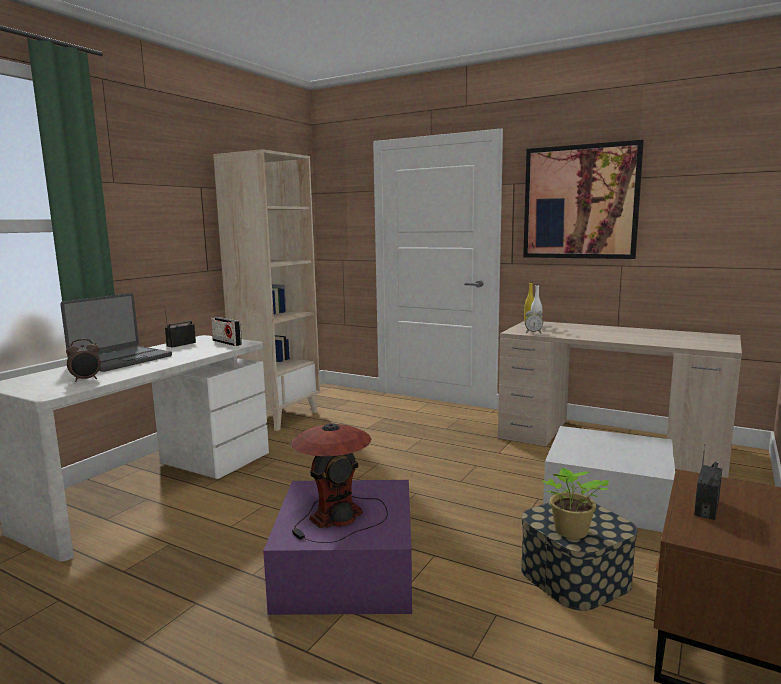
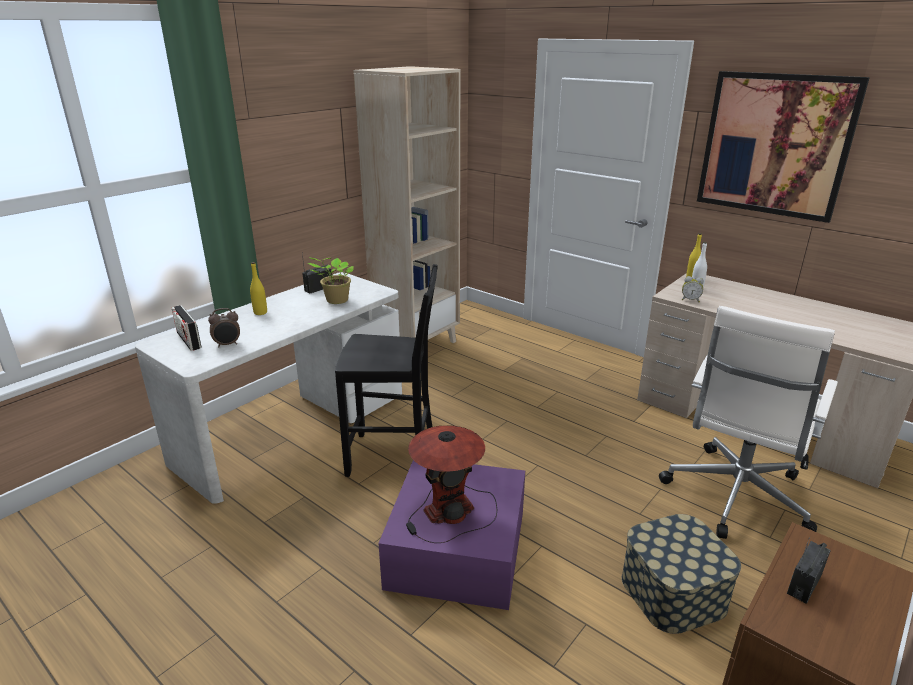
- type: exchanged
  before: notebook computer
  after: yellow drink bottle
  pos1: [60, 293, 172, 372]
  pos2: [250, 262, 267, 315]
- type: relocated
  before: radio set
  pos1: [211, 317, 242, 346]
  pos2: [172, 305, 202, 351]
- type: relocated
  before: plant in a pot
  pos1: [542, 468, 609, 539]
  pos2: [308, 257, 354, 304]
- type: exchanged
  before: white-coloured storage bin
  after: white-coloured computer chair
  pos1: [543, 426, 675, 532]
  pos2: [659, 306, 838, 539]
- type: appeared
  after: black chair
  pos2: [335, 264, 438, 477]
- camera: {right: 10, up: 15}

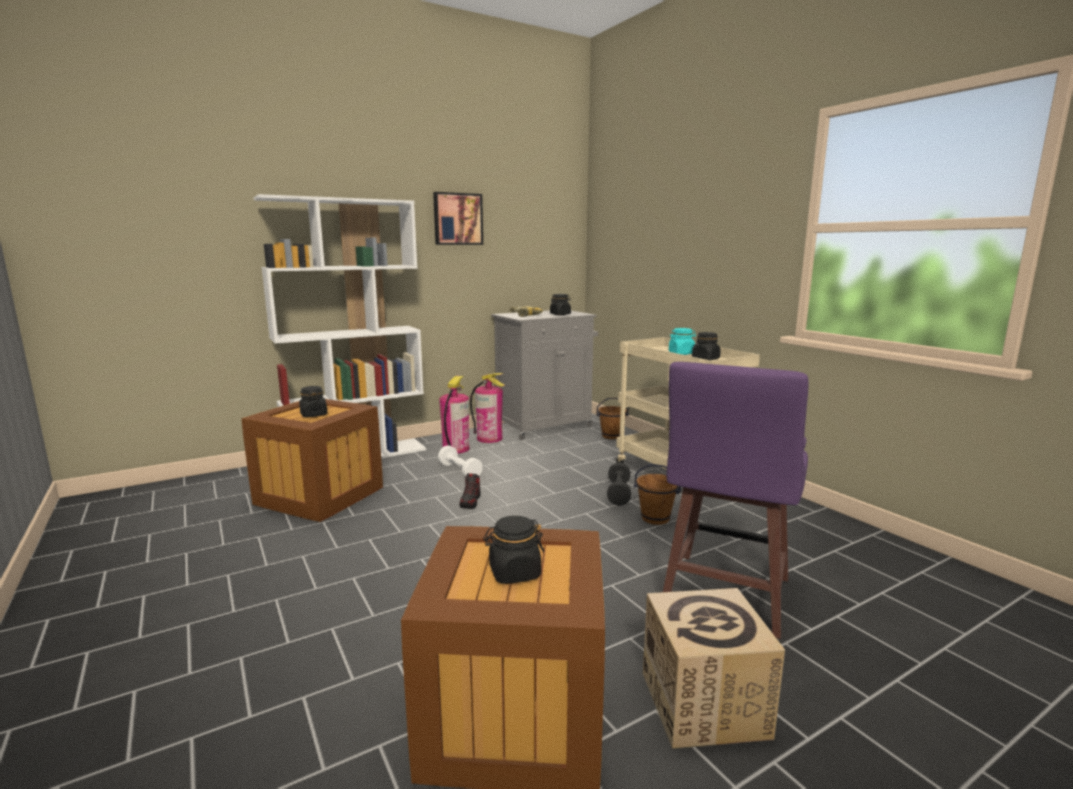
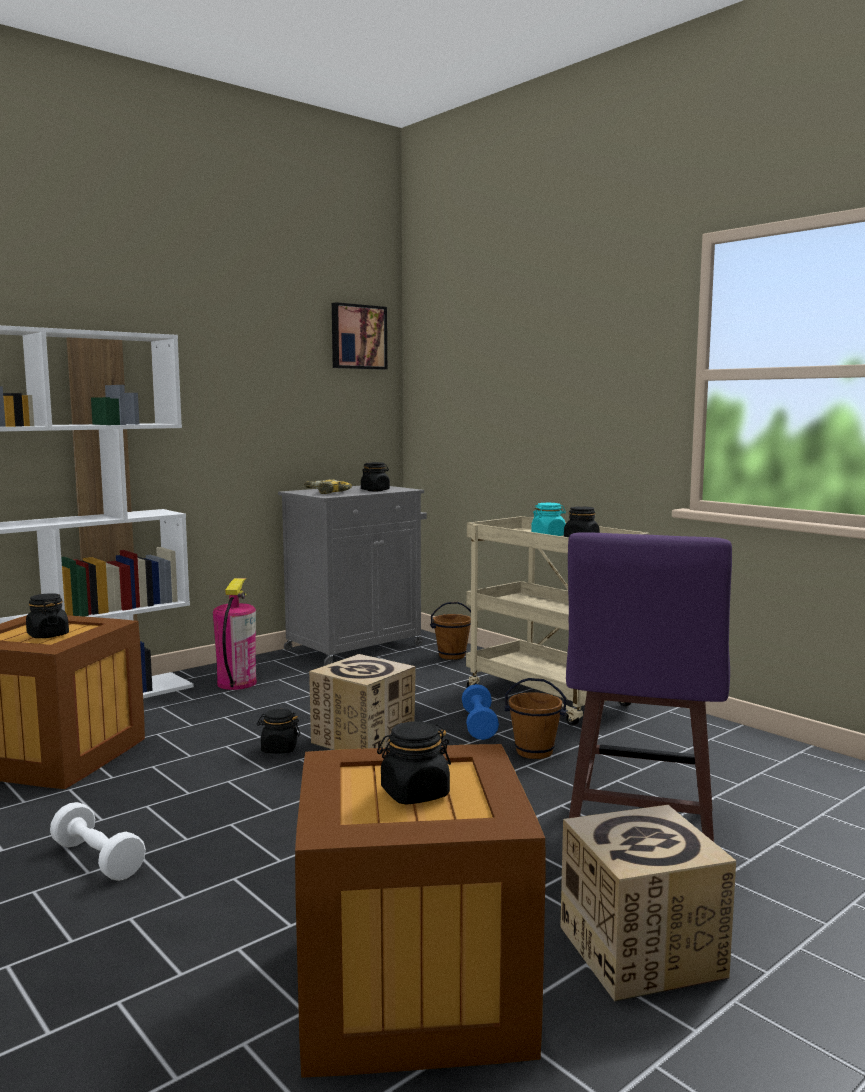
- type: relocated
  before: picture
  pos1: [433, 192, 483, 245]
  pos2: [332, 302, 387, 370]
- type: relocated
  before: white-coloured dumbbell
  pos1: [438, 446, 483, 477]
  pos2: [50, 802, 146, 881]
- type: exchanged
  before: shoe
  after: black preserve jar
  pos1: [459, 473, 481, 509]
  pos2: [257, 709, 300, 754]
- type: missing
  before: fire-fighting cylinder
  pos1: [470, 373, 505, 443]
- type: colour
  before: black dumbbell
  after: blue dumbbell
  pos1: [607, 462, 631, 506]
  pos2: [462, 684, 499, 740]
- type: appeared
  after: cardboard box
  pos2: [309, 654, 416, 750]
- camera: {right: -10, up: -5}

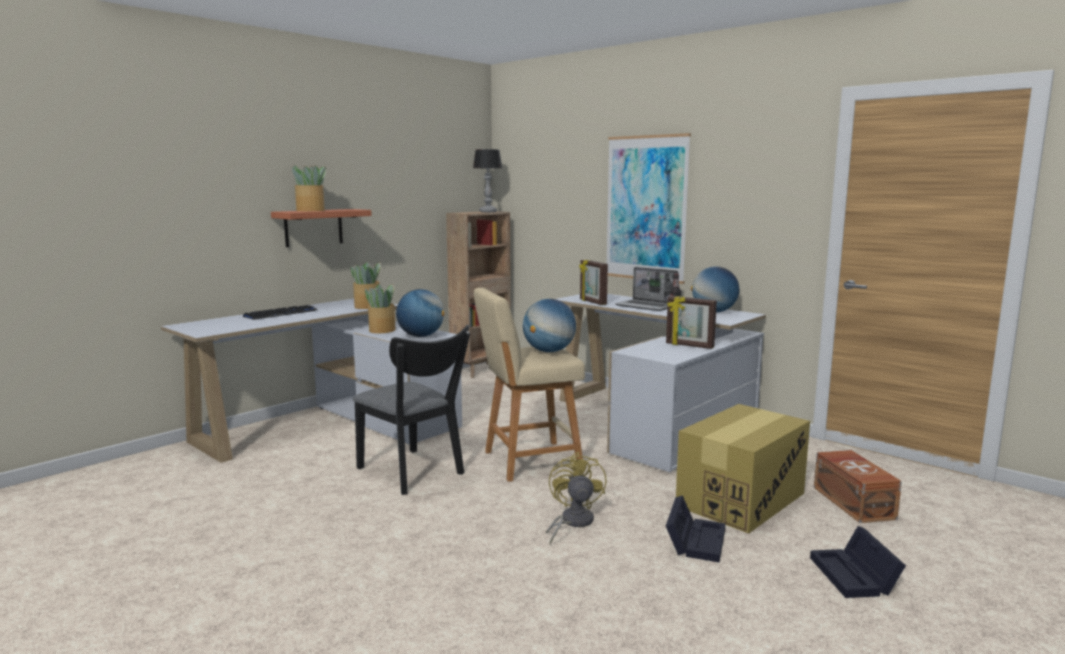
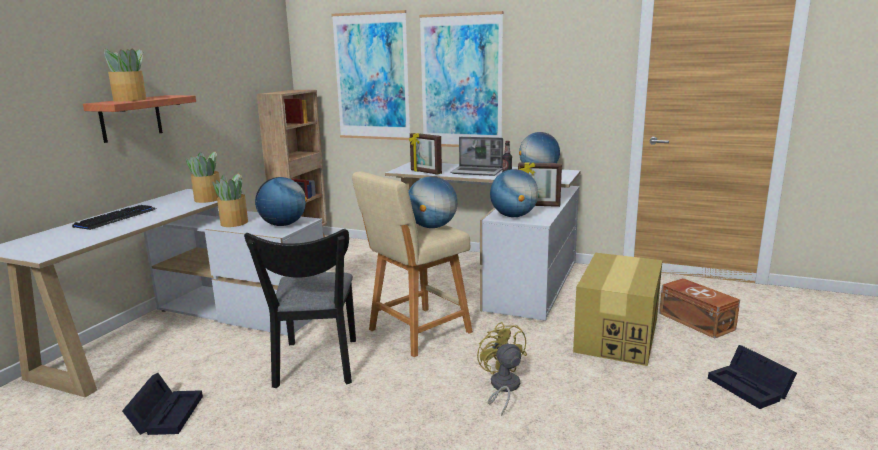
- type: spun
  before: black chair
  pos1: [353, 325, 470, 495]
  pos2: [244, 229, 356, 388]
  turn: 60
- type: missing
  before: lamp for a table
  pos1: [473, 149, 502, 212]
- type: relocated
  before: black storage bin
  pos1: [666, 495, 725, 562]
  pos2: [122, 373, 203, 435]
- type: appeared
  after: picture
  pos2: [331, 10, 410, 140]
- type: appeared
  after: globe
  pos2: [490, 169, 538, 217]
- camera: {right: -20, up: 5}

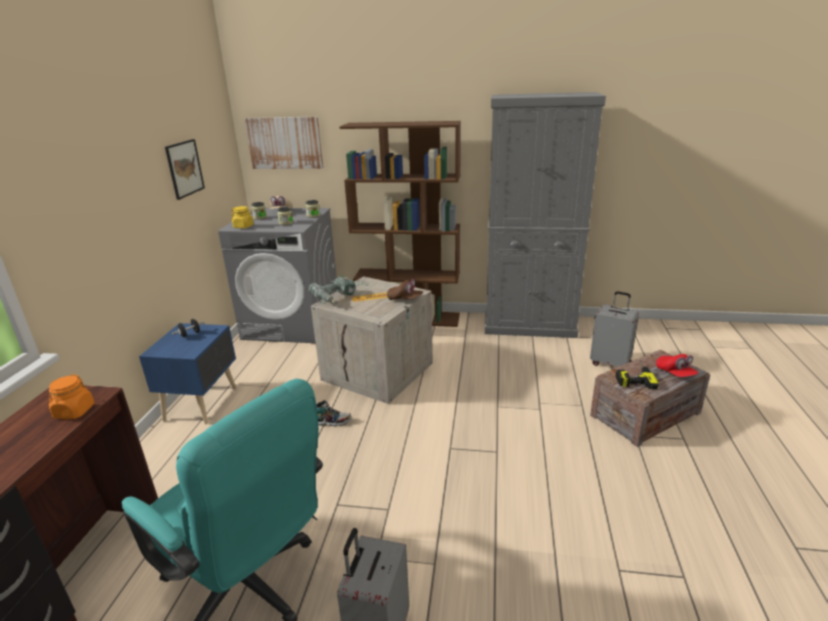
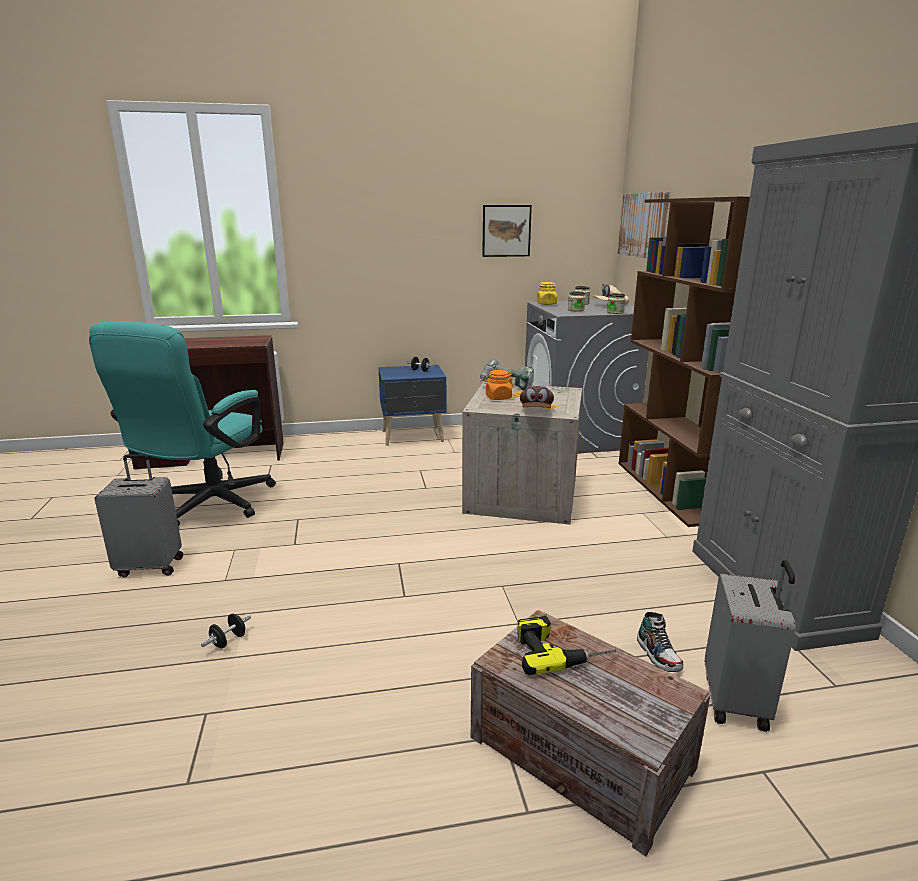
- type: relocated
  before: orangey preserve jar
  pos1: [49, 375, 95, 419]
  pos2: [484, 370, 513, 400]
- type: relocated
  before: shoe
  pos1: [316, 400, 351, 427]
  pos2: [637, 612, 683, 672]
- type: missing
  before: reddish cap
  pos1: [656, 354, 698, 377]
- type: appeared
  after: black dumbbell
  pos2: [201, 614, 251, 648]
- camera: {right: 70, up: -5}

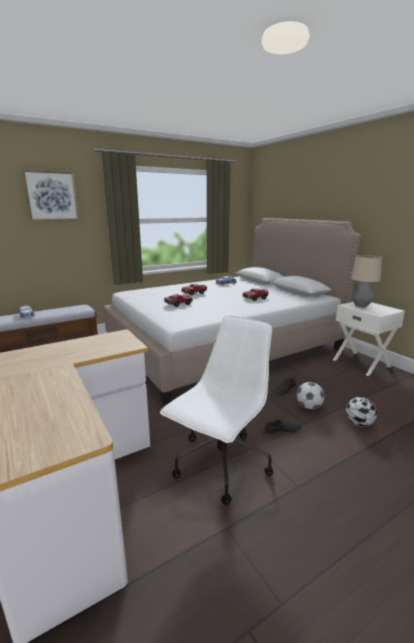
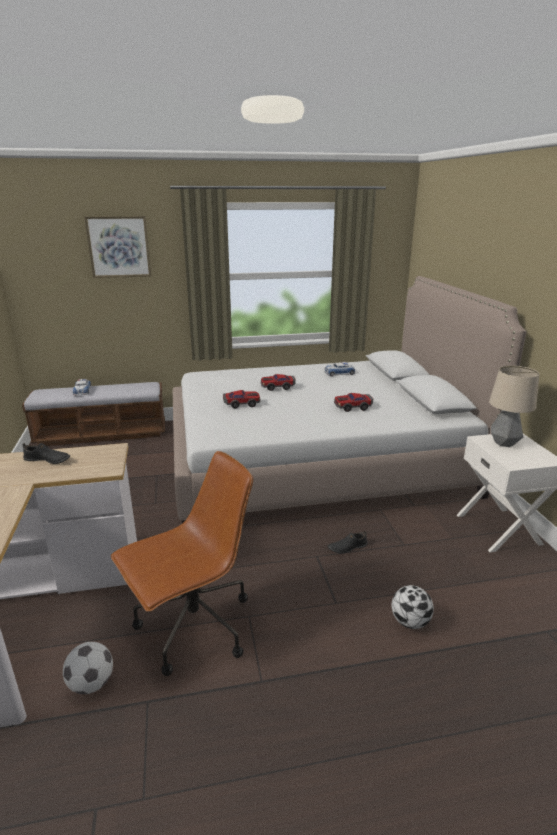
- type: colour
  before: white-coloured computer chair
  after: brown computer chair
  pos1: [160, 316, 274, 505]
  pos2: [111, 451, 253, 676]
- type: relocated
  before: black shoe
  pos1: [264, 419, 302, 435]
  pos2: [22, 443, 70, 464]
- type: relocated
  before: football ball
  pos1: [297, 382, 324, 409]
  pos2: [63, 642, 113, 694]
- camera: {right: 20, up: 5}

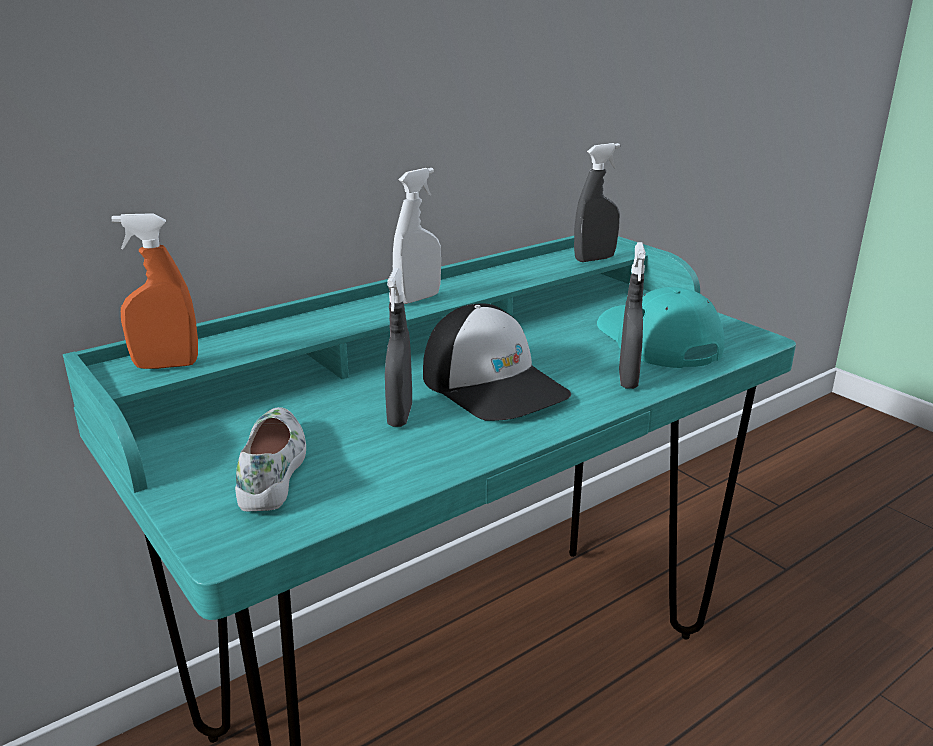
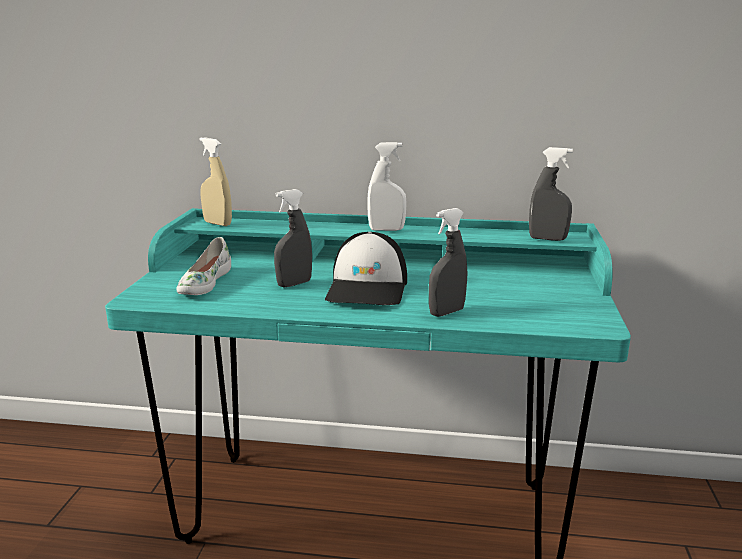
- type: colour
  before: orangey hand sprayer
  after: beige hand sprayer
  pos1: [112, 213, 198, 369]
  pos2: [199, 137, 232, 226]
- type: spun
  before: white-coloured shoe
  pos1: [235, 407, 306, 511]
  pos2: [176, 237, 231, 295]
  turn: 150
- type: missing
  before: turquoise-coloured cap
  pos1: [597, 287, 725, 368]
- camera: {right: 45, up: -5}

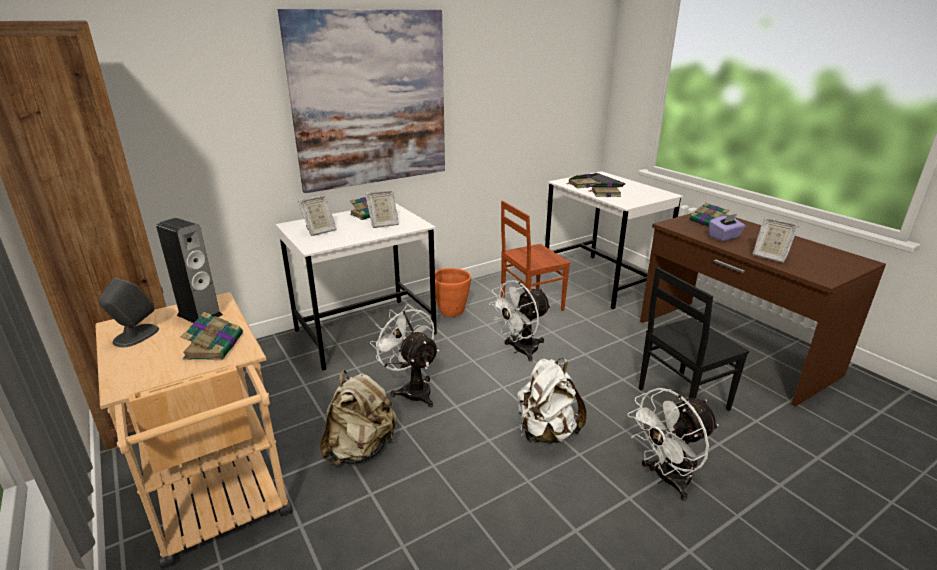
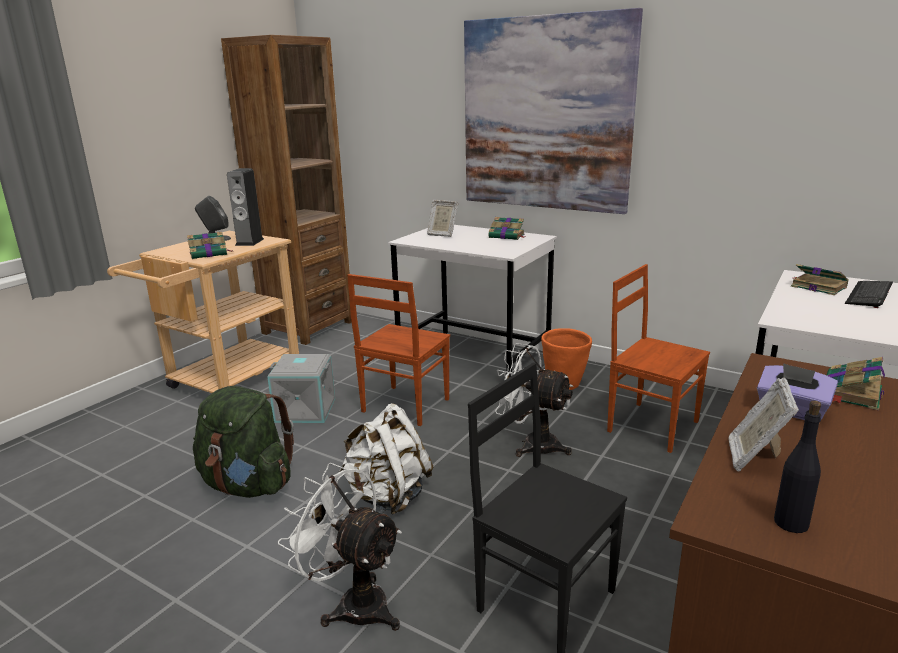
- type: exchanged
  before: beige knapsack
  after: grey storage bin
  pos1: [320, 370, 397, 466]
  pos2: [267, 354, 335, 423]
- type: missing
  before: photo frame
  pos1: [365, 190, 399, 228]
- type: exchanged
  before: white-coloured electric fan
  after: brown chair
  pos1: [370, 304, 439, 407]
  pos2: [347, 274, 450, 426]
- type: missing
  before: volume
  pos1: [588, 183, 622, 197]
- type: appeared
  after: green-coloured knapsack
  pos2: [193, 386, 294, 498]
- type: appeared
  after: black drink bottle
  pos2: [774, 401, 821, 533]
- camera: {right: 65, up: -5}

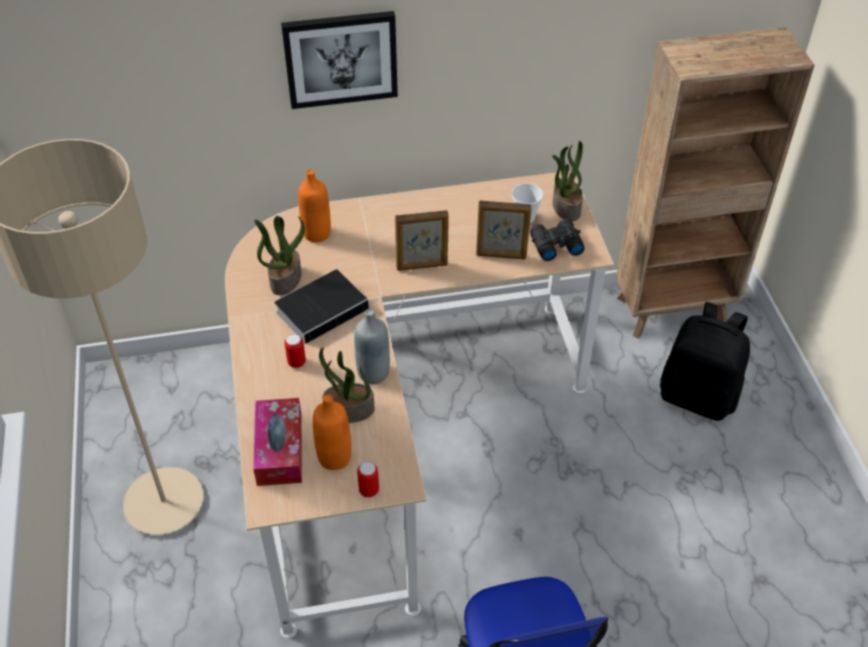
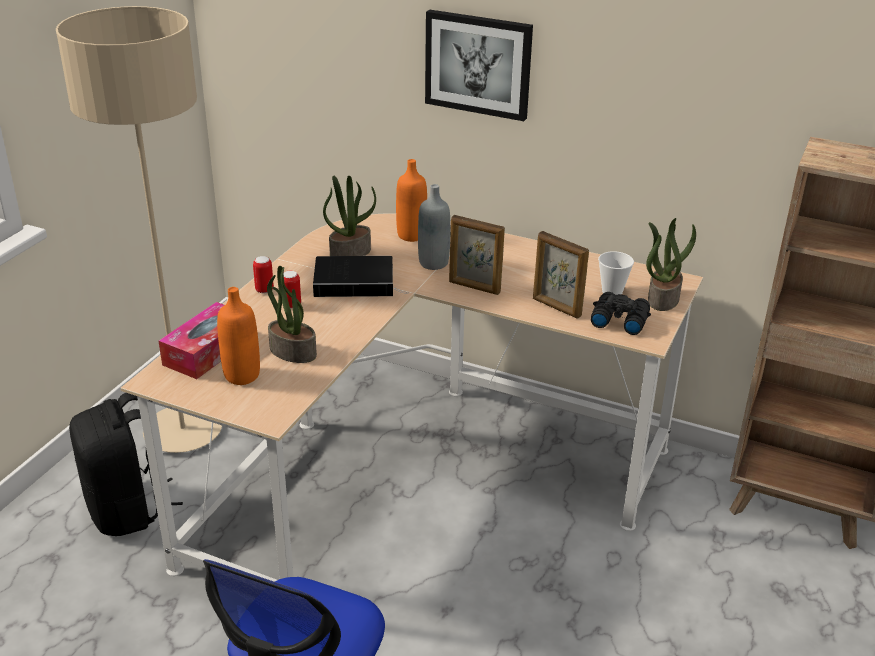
- type: relocated
  before: grey drink bottle
  pos1: [354, 309, 390, 384]
  pos2: [418, 184, 451, 270]
- type: relocated
  before: can
  pos1: [357, 462, 379, 498]
  pos2: [253, 256, 274, 293]
- type: relocated
  before: black knapsack
  pos1: [660, 302, 750, 421]
  pos2: [69, 393, 183, 536]
- camera: {right: 35, up: -15}

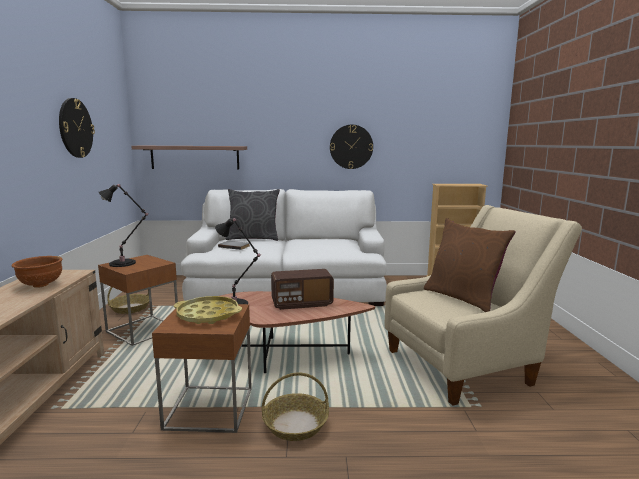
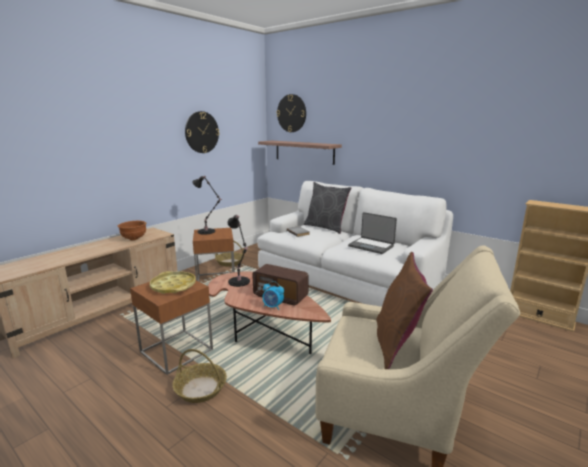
- type: relocated
  before: clock on the wall
  pos1: [330, 125, 373, 169]
  pos2: [277, 94, 306, 132]
- type: appeared
  after: alarm clock
  pos2: [262, 281, 284, 310]
- type: appeared
  after: notebook computer
  pos2: [348, 212, 397, 254]
- camera: {right: 40, up: 5}

